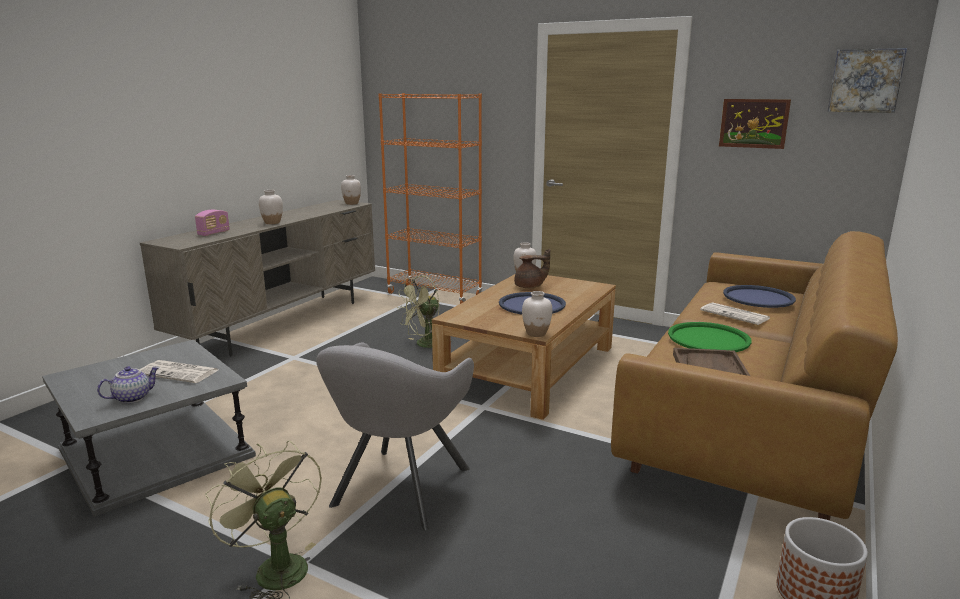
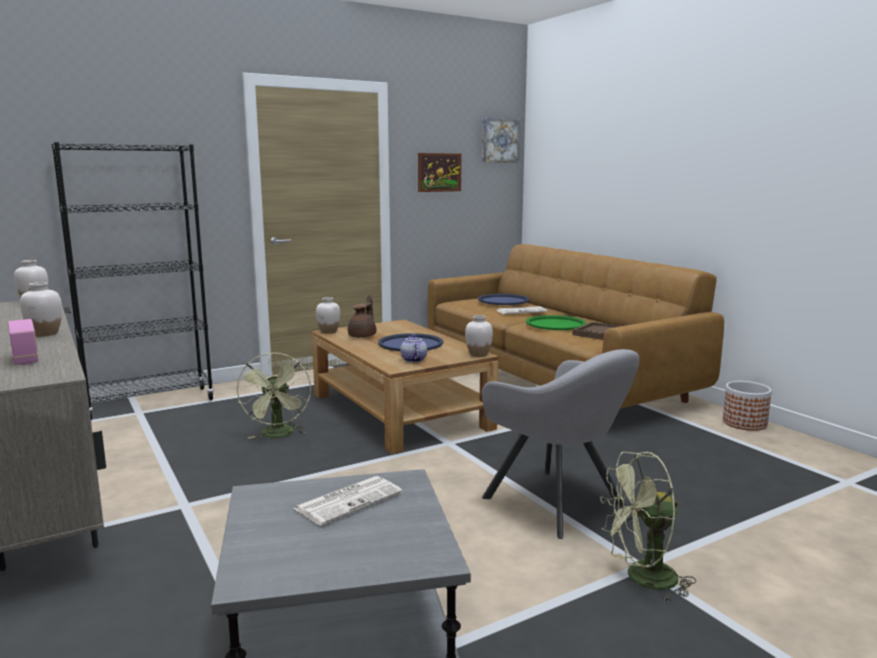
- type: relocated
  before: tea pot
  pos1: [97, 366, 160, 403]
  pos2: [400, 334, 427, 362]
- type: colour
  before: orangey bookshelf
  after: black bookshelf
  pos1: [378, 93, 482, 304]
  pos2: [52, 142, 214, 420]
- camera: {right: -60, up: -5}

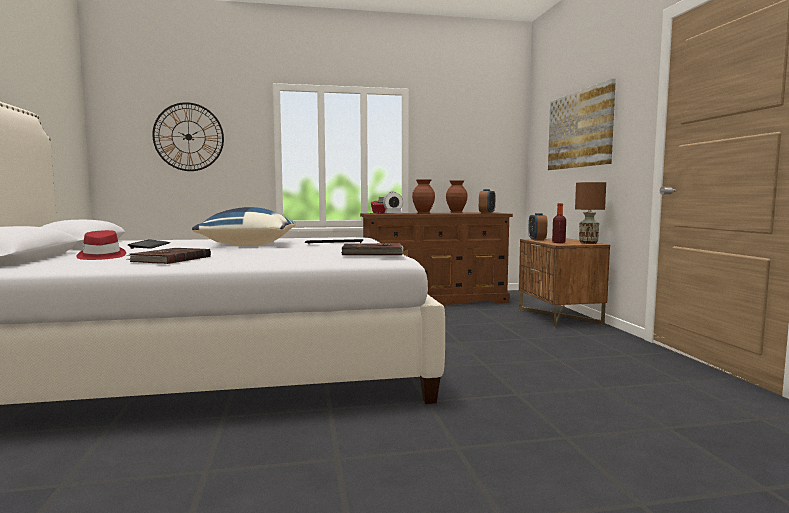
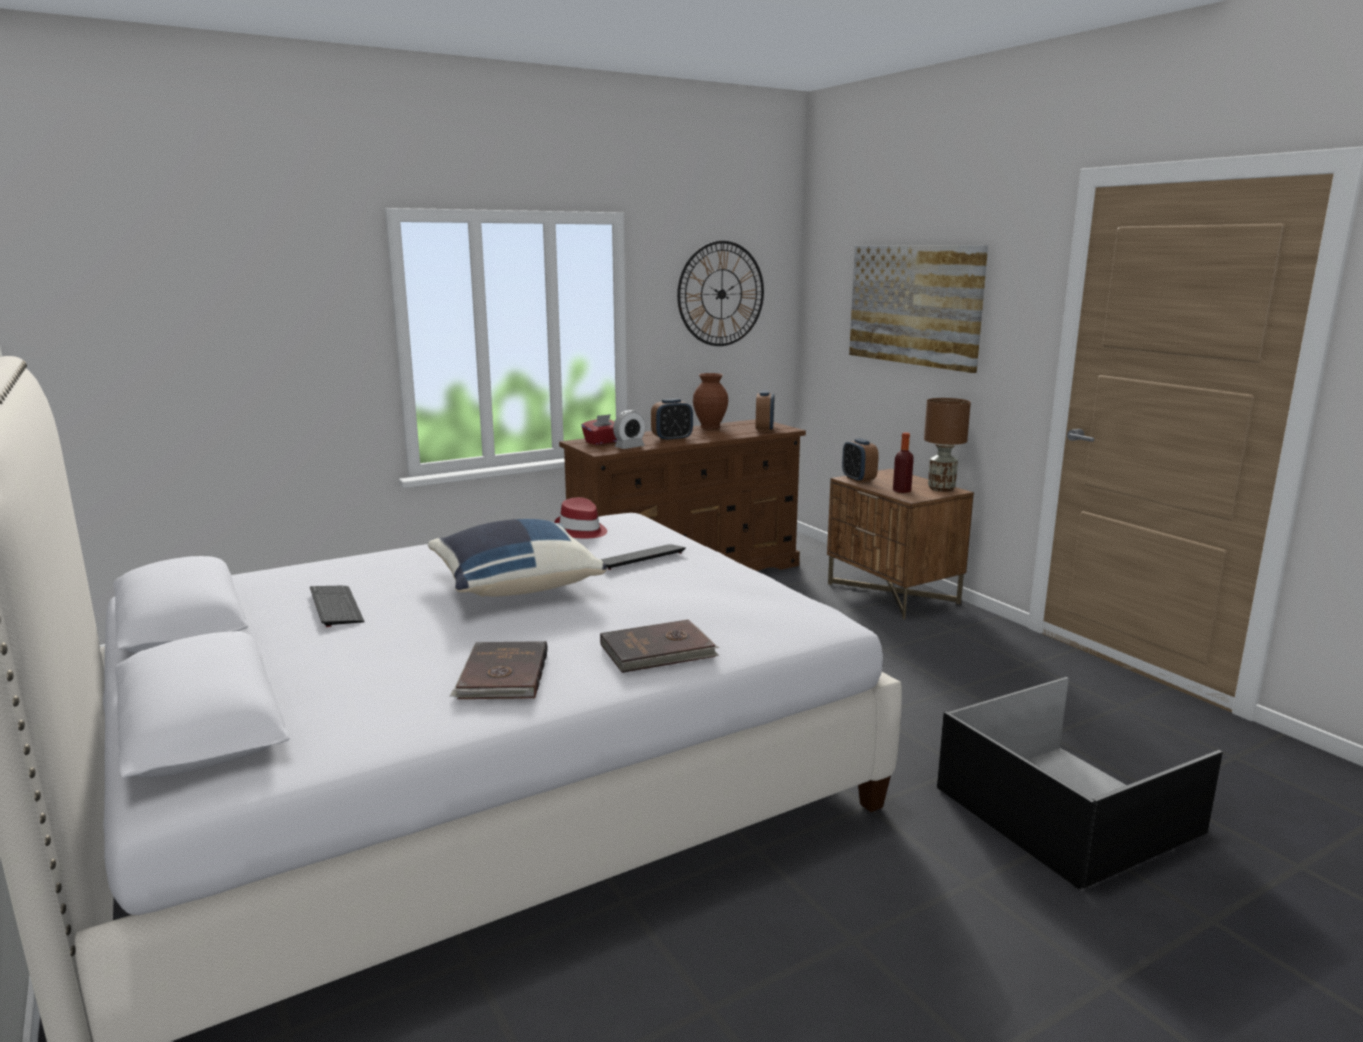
- type: relocated
  before: reddish hat
  pos1: [76, 230, 126, 260]
  pos2: [554, 497, 607, 538]
- type: relocated
  before: clock on the wall
  pos1: [152, 102, 224, 171]
  pos2: [677, 241, 764, 346]
- type: relocated
  before: brown volume
  pos1: [341, 243, 404, 255]
  pos2: [600, 620, 719, 673]
- type: exchanged
  before: brown decorative vase
  after: alarm clock
  pos1: [412, 179, 435, 214]
  pos2: [651, 398, 693, 442]
- type: appeared
  after: black storage bin
  pos2: [937, 677, 1223, 889]
- camera: {right: -20, up: 10}

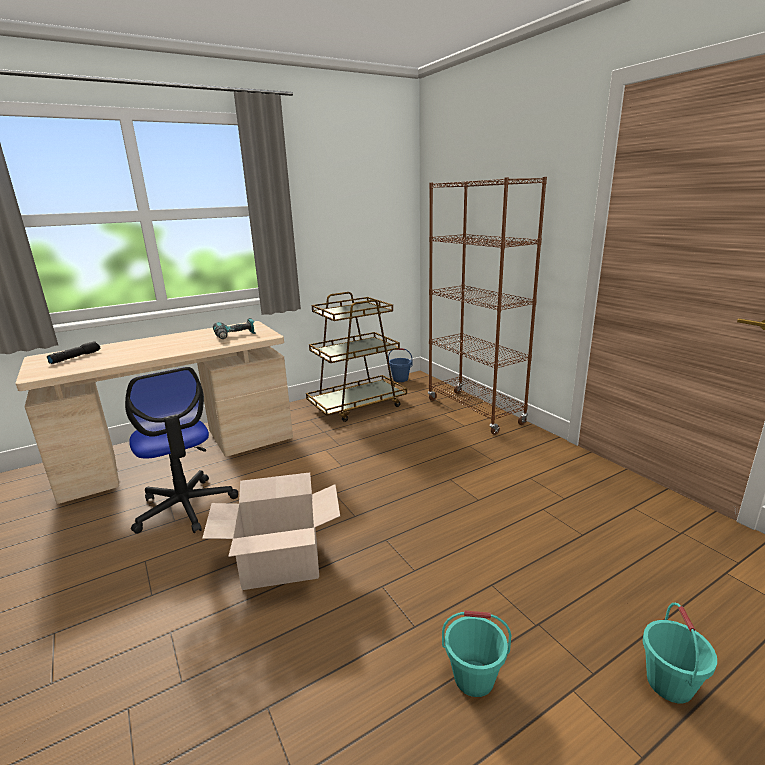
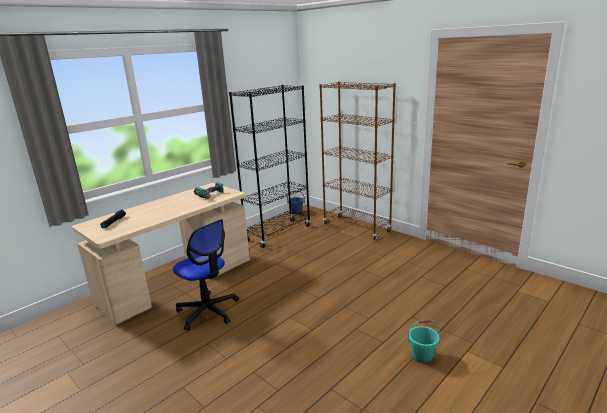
- type: missing
  before: cardboard box
  pos1: [202, 472, 340, 590]
- type: exchanged
  before: brown wheeled cart
  after: black bookshelf
  pos1: [306, 292, 407, 422]
  pos2: [229, 85, 311, 248]
- type: missing
  before: turquoise-coloured pail
  pos1: [643, 603, 717, 703]
- camera: {right: -15, up: 0}

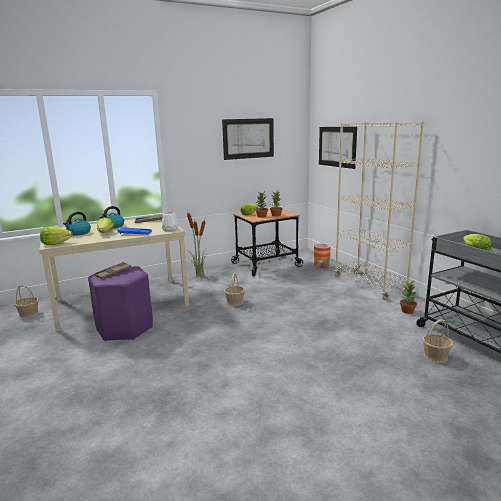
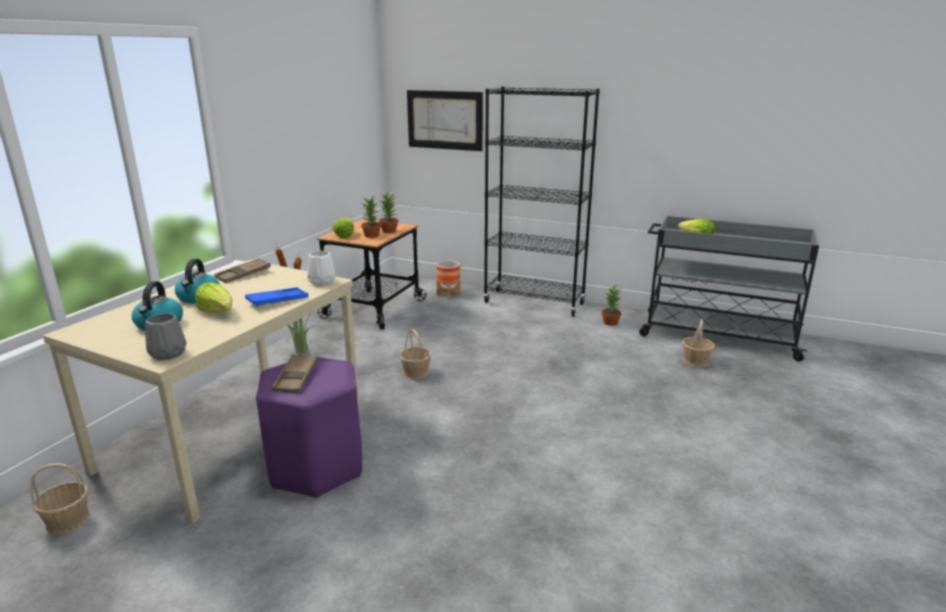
- type: exchanged
  before: lettuce
  after: grey decorative vase
  pos1: [40, 226, 73, 245]
  pos2: [145, 313, 186, 360]
- type: missing
  before: picture
  pos1: [222, 118, 274, 160]
- type: colour
  before: beige bookshelf
  after: black bookshelf
  pos1: [335, 121, 424, 300]
  pos2: [483, 87, 600, 317]
- camera: {right: -40, up: 5}

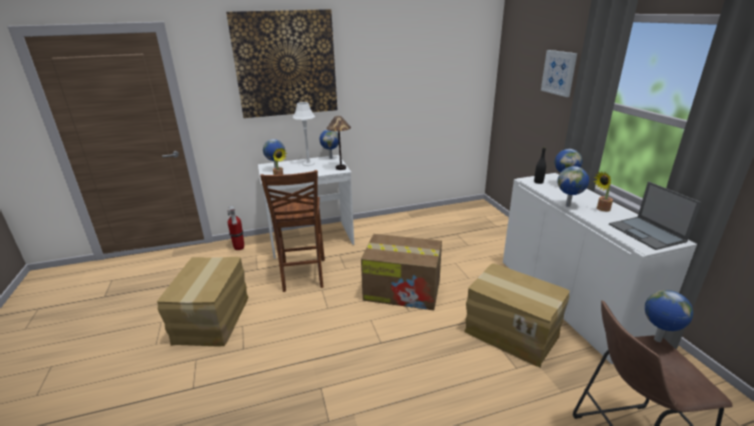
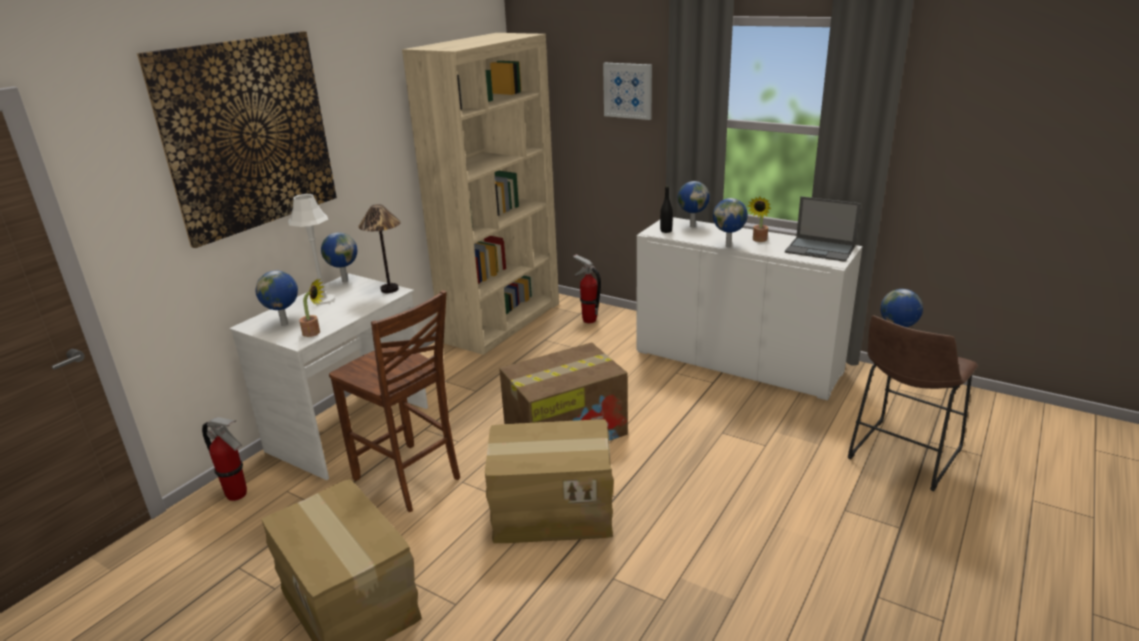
- type: relocated
  before: cardboard box
  pos1: [464, 263, 570, 368]
  pos2: [485, 420, 614, 543]
- type: appeared
  after: beige bookshelf
  pos2: [402, 33, 559, 355]
- type: appeared
  after: fire-fighting cylinder
  pos2: [573, 254, 601, 323]
- camera: {right: -40, up: 0}

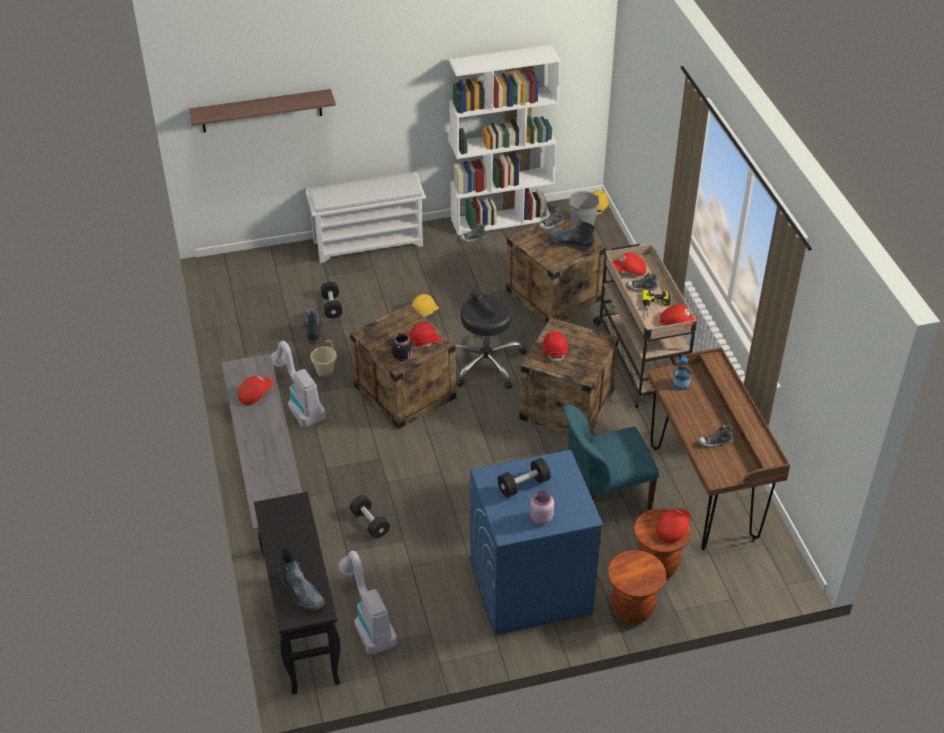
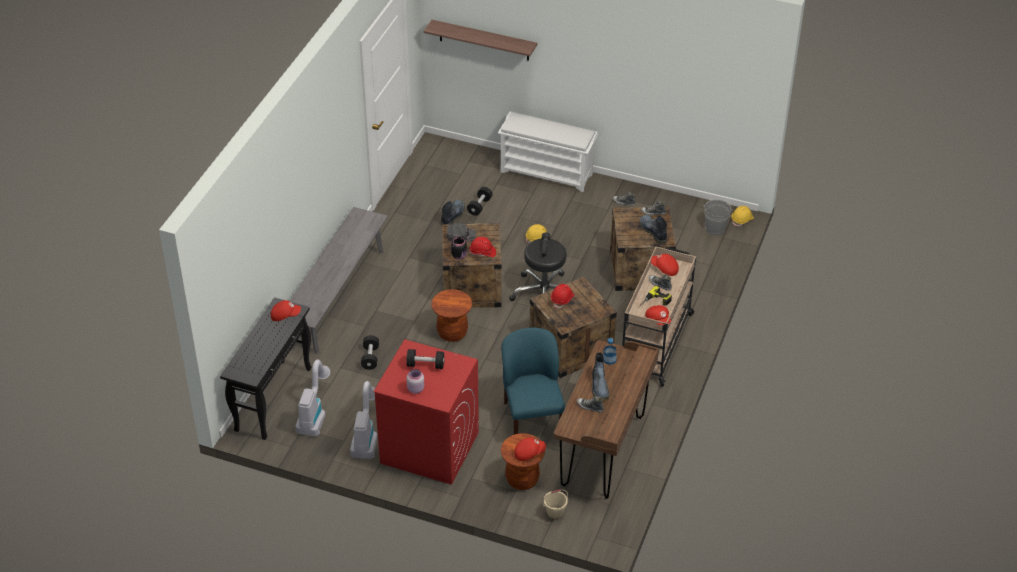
- type: relocated
  before: reddish cap
  pos1: [238, 376, 273, 405]
  pos2: [271, 300, 301, 321]
- type: relocated
  before: hoover
  pos1: [271, 340, 326, 427]
  pos2: [350, 381, 377, 459]
- type: relocated
  before: boot
  pos1: [280, 549, 325, 611]
  pos2: [592, 353, 609, 400]
- type: relocated
  before: beige pail
  pos1: [311, 340, 337, 377]
  pos2: [543, 489, 568, 519]
- type: missing
  before: white-coloured bookshelf
  pos1: [449, 45, 561, 235]
- type: colour
  before: blue washing machine
  after: reddish washing machine
  pos1: [470, 450, 603, 635]
  pos2: [373, 339, 479, 485]
- type: spun
  before: blue chair
  pos1: [563, 404, 659, 511]
  pos2: [501, 328, 565, 435]
  turn: 60
- type: relocated
  before: brown sitting stool
  pos1: [608, 550, 666, 624]
  pos2: [431, 289, 472, 342]
- type: appeared
  after: black cap
  pos2: [447, 223, 476, 242]
- camera: {right: 35, up: 0}

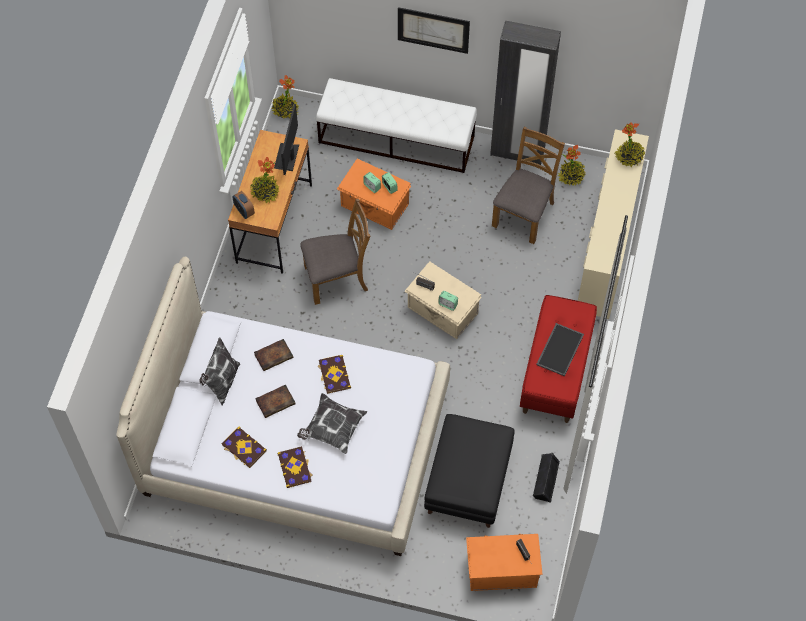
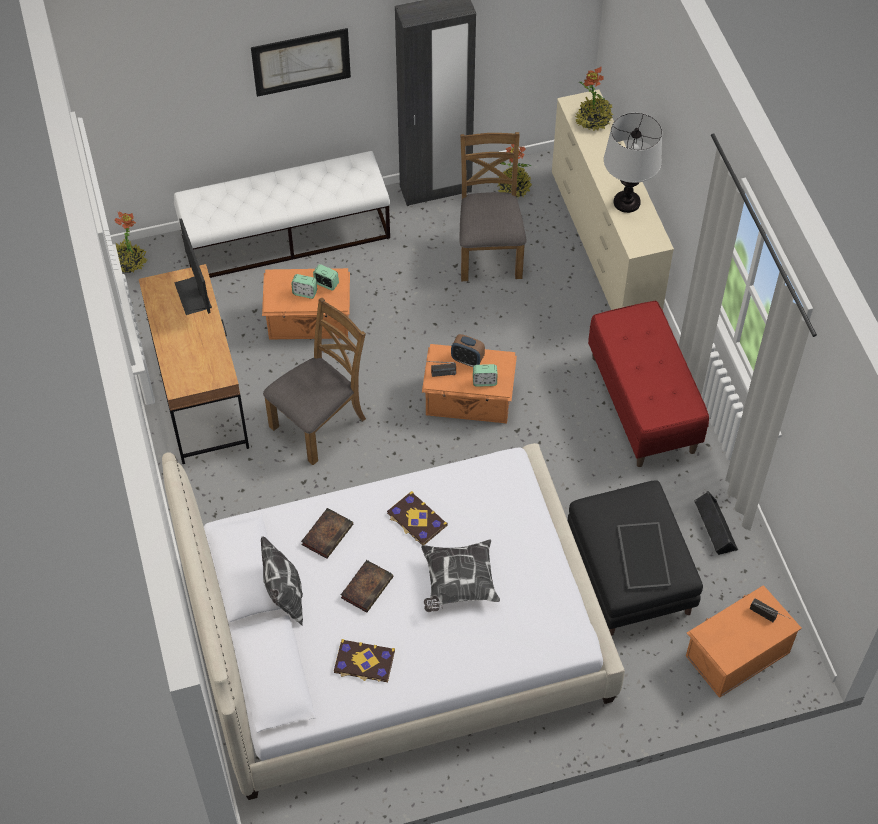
- type: relocated
  before: alarm clock
  pos1: [233, 191, 255, 219]
  pos2: [451, 334, 485, 367]
- type: missing
  before: plant in a pot
  pos1: [249, 157, 279, 203]
- type: missing
  before: volume
  pos1: [277, 446, 312, 488]
- type: colour
  before: beige storage bin
  after: orangey storage bin
  pos1: [404, 262, 482, 339]
  pos2: [422, 344, 517, 423]
- type: relocated
  before: tray
  pos1: [536, 323, 584, 376]
  pos2: [617, 522, 671, 590]
- type: appeared
  after: lamp for a table
  pos2: [604, 113, 662, 213]
- camera: {right: -30, up: -5}

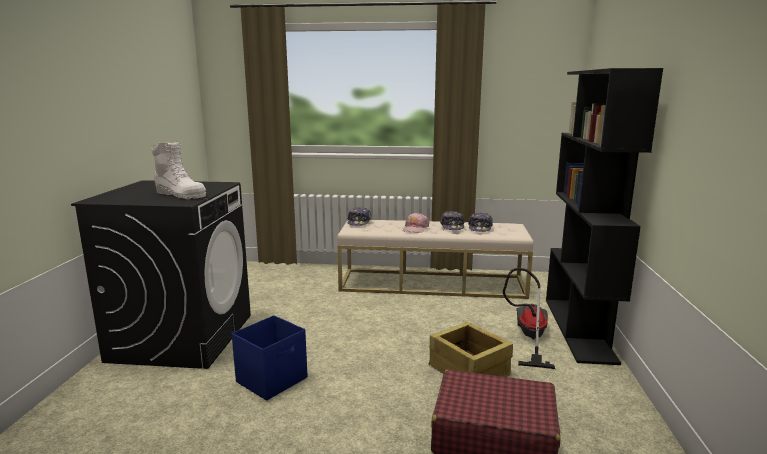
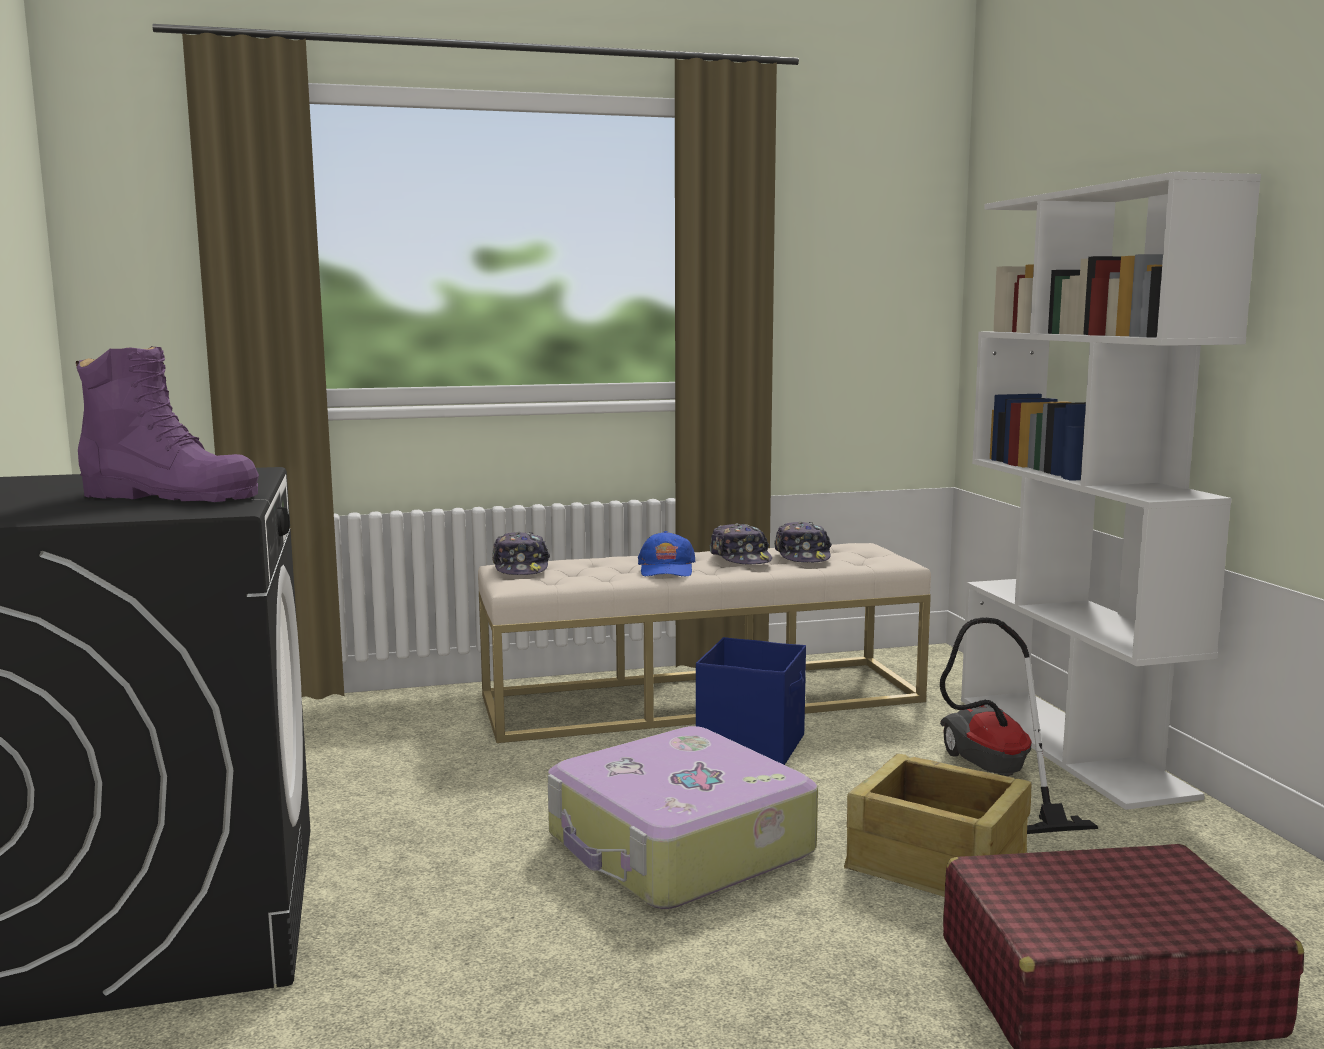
- type: colour
  before: white-coloured boot
  after: purplish boot
  pos1: [151, 141, 206, 199]
  pos2: [76, 346, 259, 502]
- type: relocated
  before: blue storage bin
  pos1: [232, 315, 307, 401]
  pos2: [696, 637, 806, 765]
- type: colour
  before: pink-coloured cap
  after: blue cap
  pos1: [403, 212, 429, 233]
  pos2: [638, 531, 695, 577]
- type: colour
  before: black bookshelf
  after: white-coloured bookshelf
  pos1: [546, 68, 663, 365]
  pos2: [961, 172, 1261, 810]
- type: appeared
  after: travel case
  pos2: [547, 726, 818, 909]
- camera: {right: -20, up: -5}

